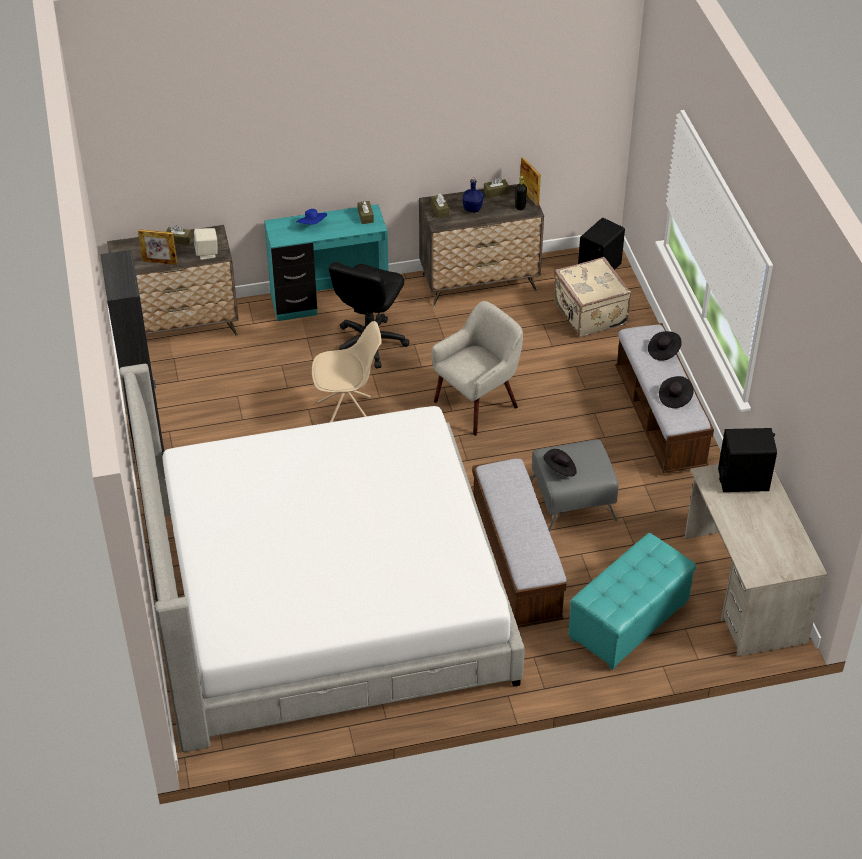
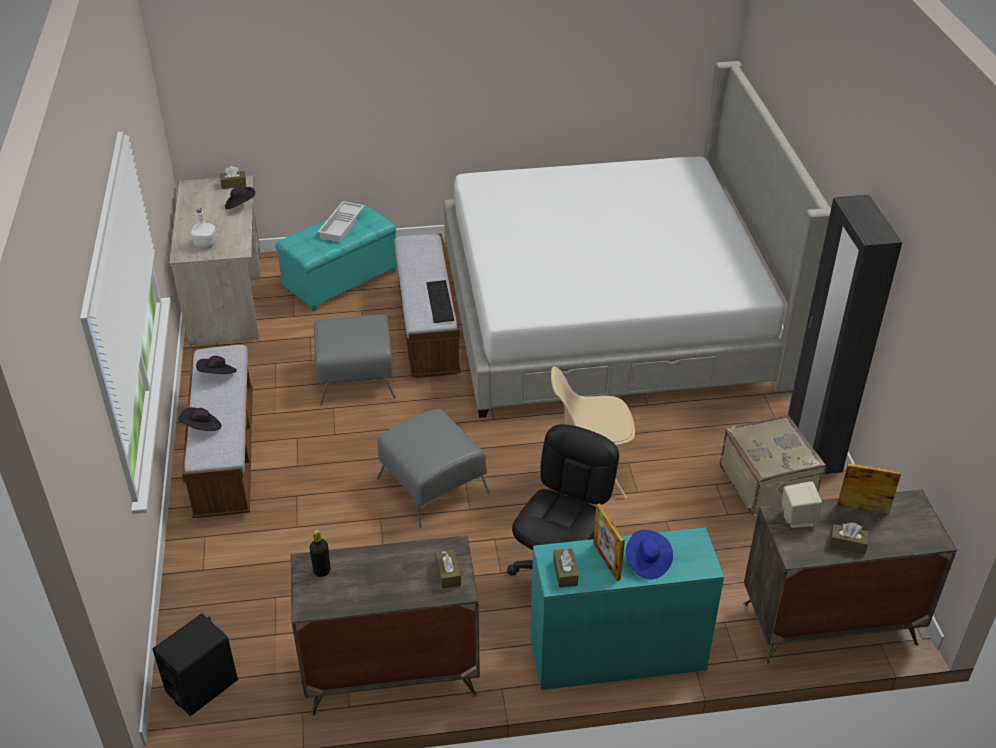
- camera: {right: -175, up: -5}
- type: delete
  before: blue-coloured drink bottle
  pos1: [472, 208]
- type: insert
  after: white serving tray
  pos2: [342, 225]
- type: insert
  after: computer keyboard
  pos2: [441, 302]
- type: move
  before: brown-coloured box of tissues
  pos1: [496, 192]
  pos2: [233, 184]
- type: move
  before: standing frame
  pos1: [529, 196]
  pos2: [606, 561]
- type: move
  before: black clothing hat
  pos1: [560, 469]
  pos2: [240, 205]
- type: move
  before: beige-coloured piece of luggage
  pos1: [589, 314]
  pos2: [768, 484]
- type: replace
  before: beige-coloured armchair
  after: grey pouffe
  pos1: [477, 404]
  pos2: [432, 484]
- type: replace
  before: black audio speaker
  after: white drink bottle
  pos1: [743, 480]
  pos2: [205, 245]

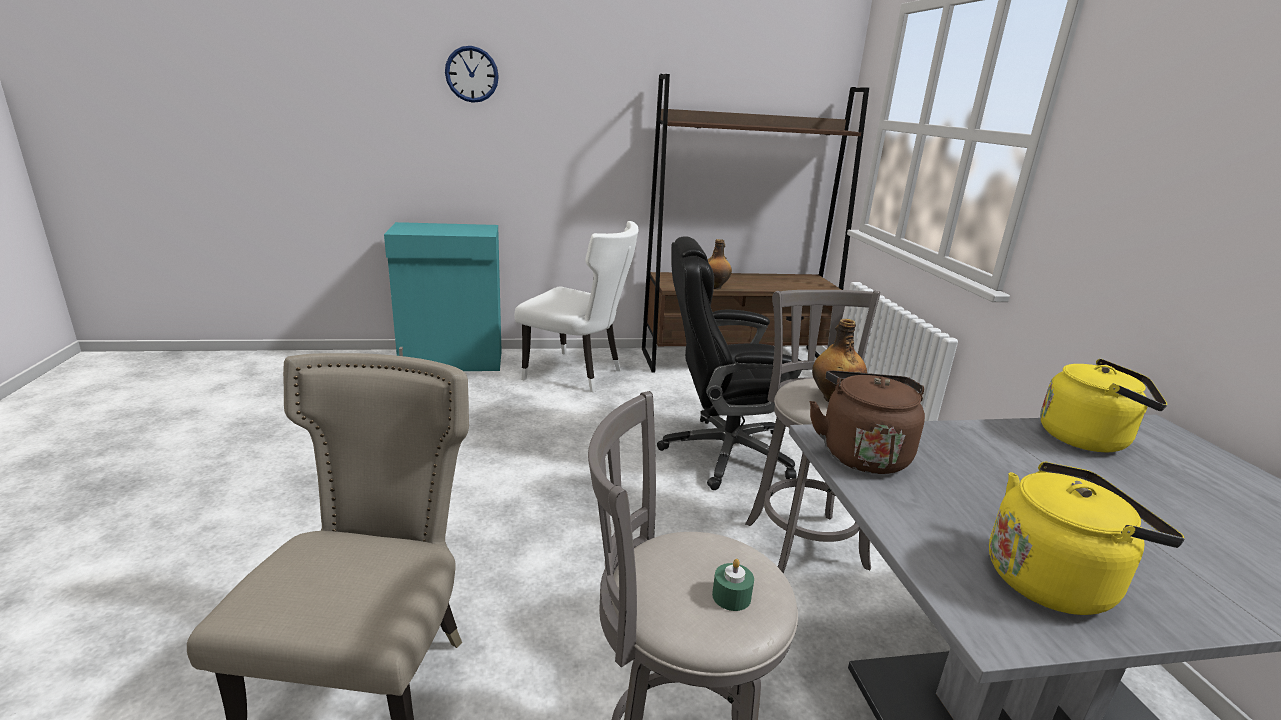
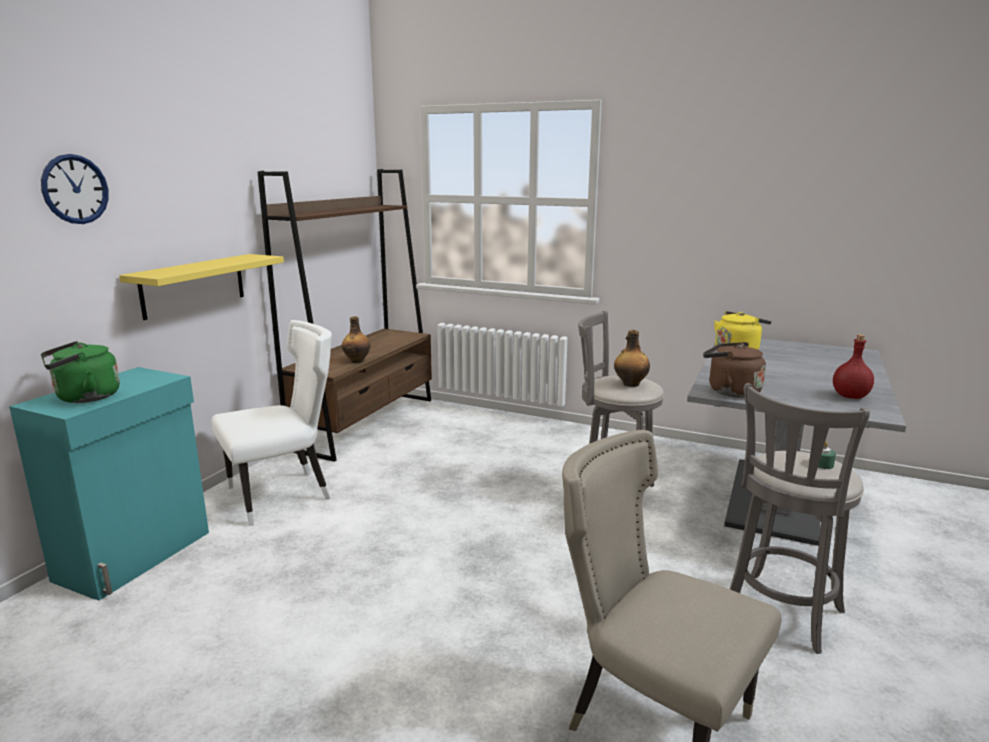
- camera: {right: -55, up: -5}
- type: delete
  before: black desk chair
  pos1: [724, 453]
- type: insert
  after: greenish kettle
  pos2: [84, 398]
- type: insert
  after: yellowish wall shelf
  pos2: [193, 285]
- type: replace
  before: yellowish kettle
  after: reddish drink bottle
  pos1: [1054, 580]
  pos2: [850, 396]

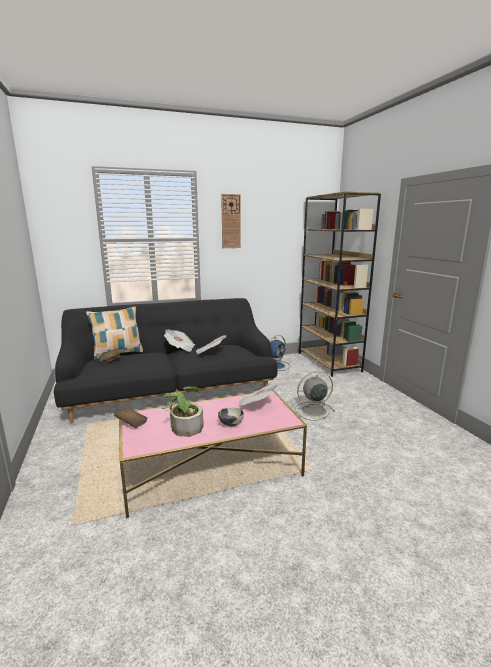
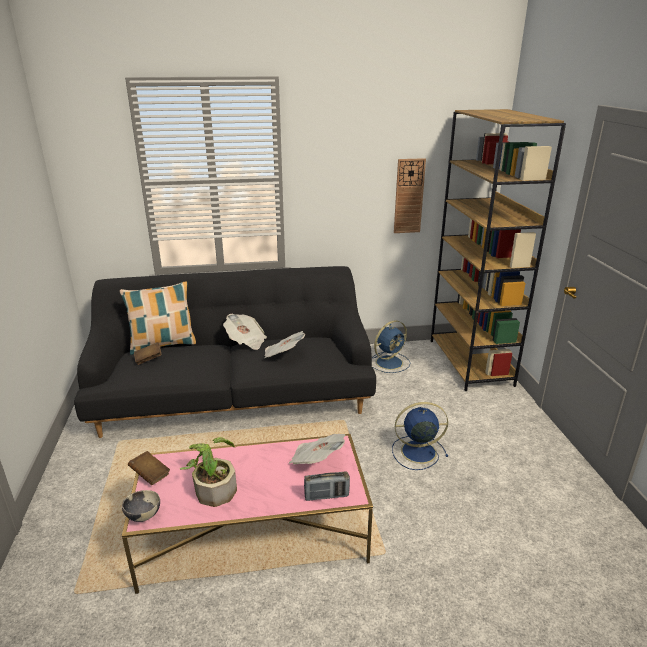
- camera: {right: 10, up: 10}
- type: insert
  after: radio
  pos2: [326, 496]
- type: move
  before: bowl
  pos1: [231, 424]
  pos2: [143, 515]
- type: move
  before: hanging clock
  pos1: [231, 221]
  pos2: [409, 196]
- type: recolor
  before: grey cooling fan
  after: blue-coloured cooling fan
  pos1: [312, 410]
  pos2: [417, 452]

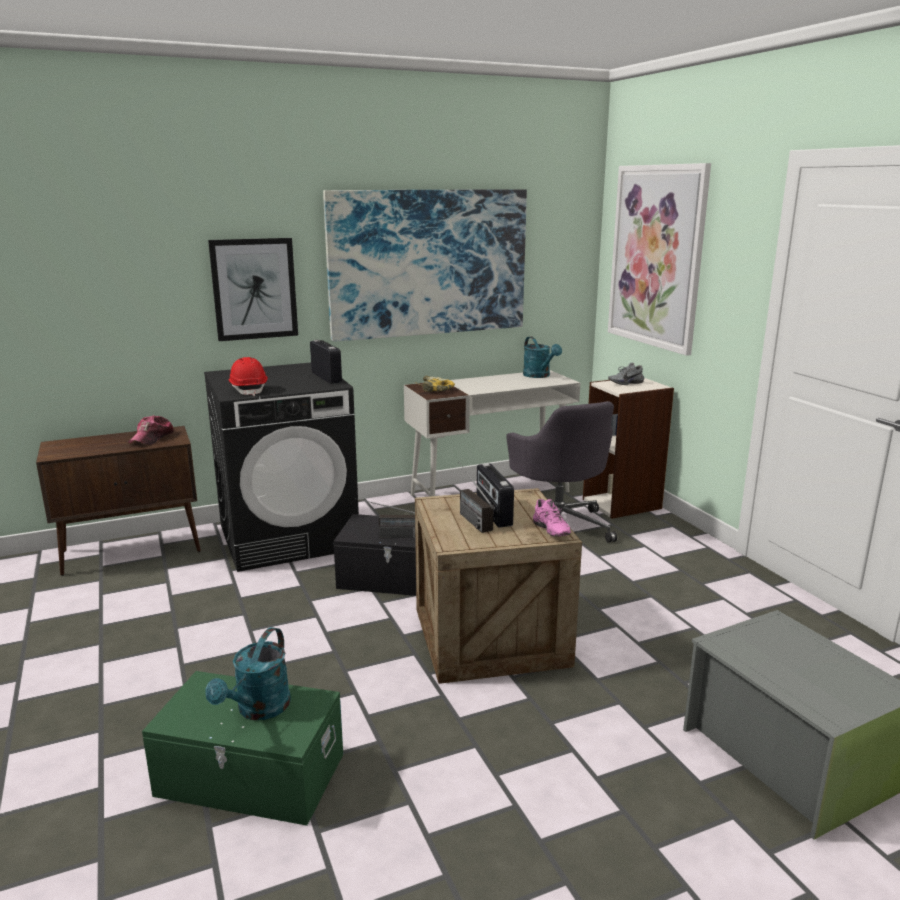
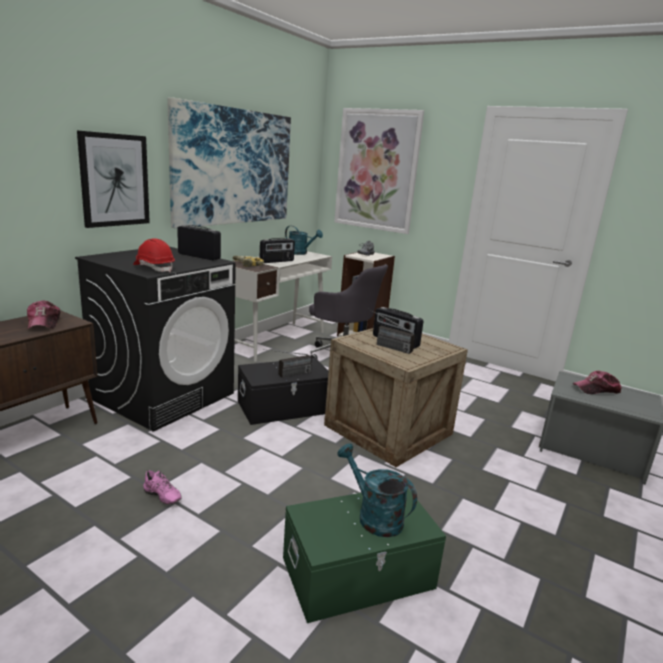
- camera: {right: -35, up: 0}
- type: insert
  after: radio
  pos2: [277, 261]
- type: insert
  after: cap
  pos2: [596, 389]
- type: move
  before: pink low shoe
  pos1: [549, 531]
  pos2: [161, 497]
- type: rotate
  before: turquoise-coloured sprinkling can
  pos1: [258, 710]
  pos2: [373, 516]
  turn: 150

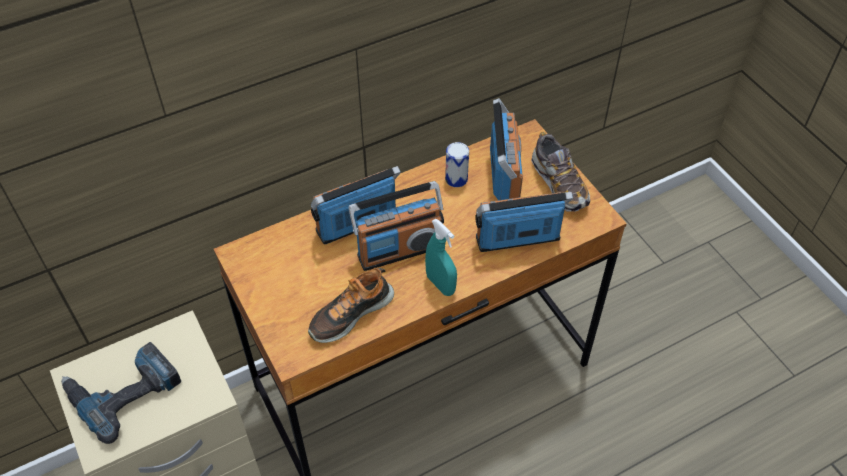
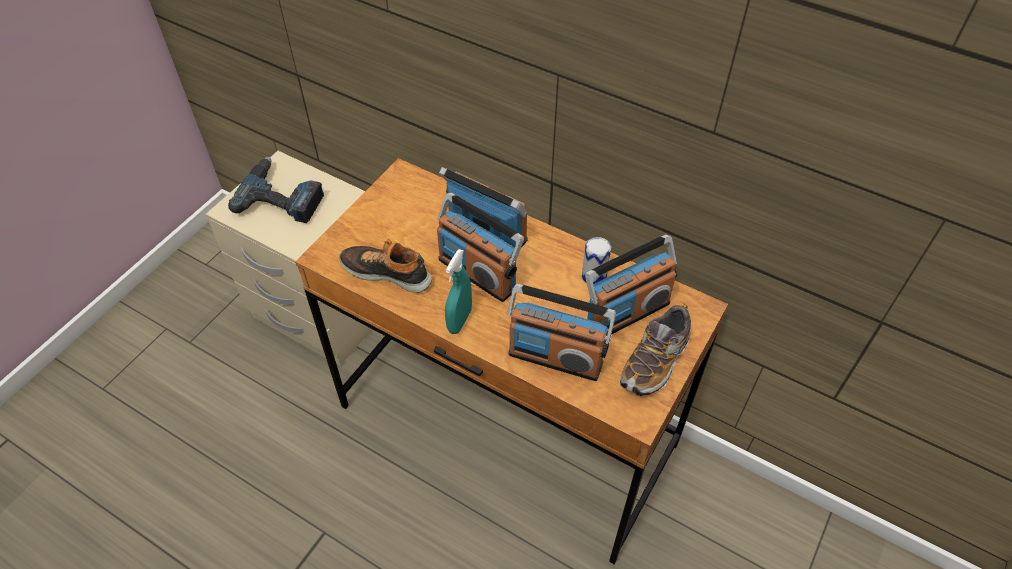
- camera: {right: 60, up: 0}
- type: rotate
  before: radio
  pos1: [518, 239]
  pos2: [556, 357]
  turn: 150

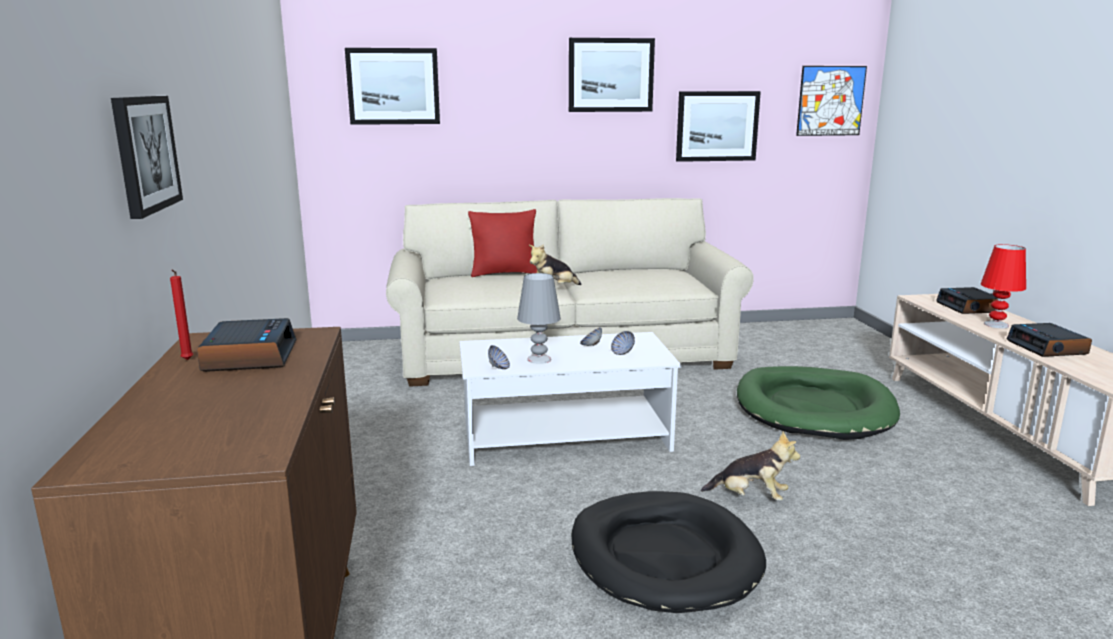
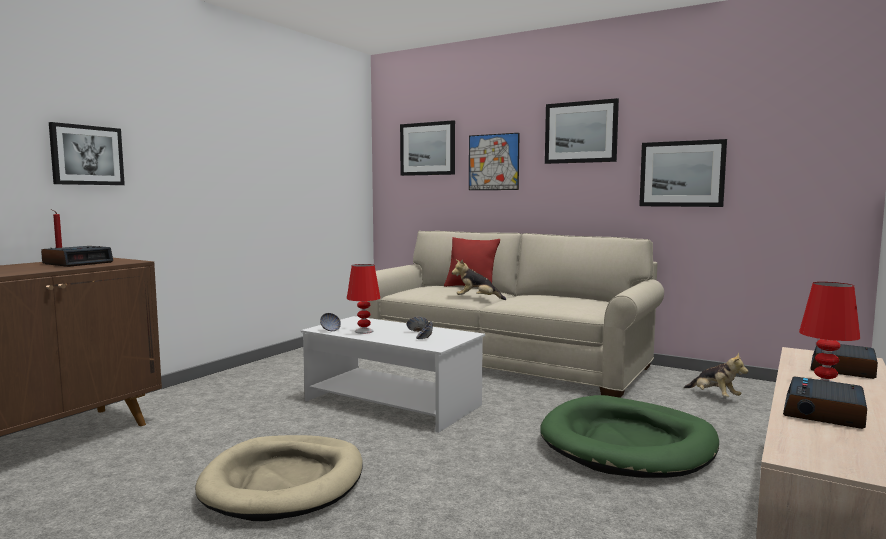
- camera: {right: 40, up: -10}
- type: move
  before: soft toy
  pos1: [750, 497]
  pos2: [714, 396]
- type: move
  before: wall picture
  pos1: [830, 101]
  pos2: [493, 162]
- type: recolor
  before: grey table lamp
  after: reddish table lamp
  pos1: [538, 359]
  pos2: [363, 331]
- type: recolor
  before: black dog bed
  after: beige-coloured dog bed
  pos1: [664, 556]
  pos2: [284, 482]

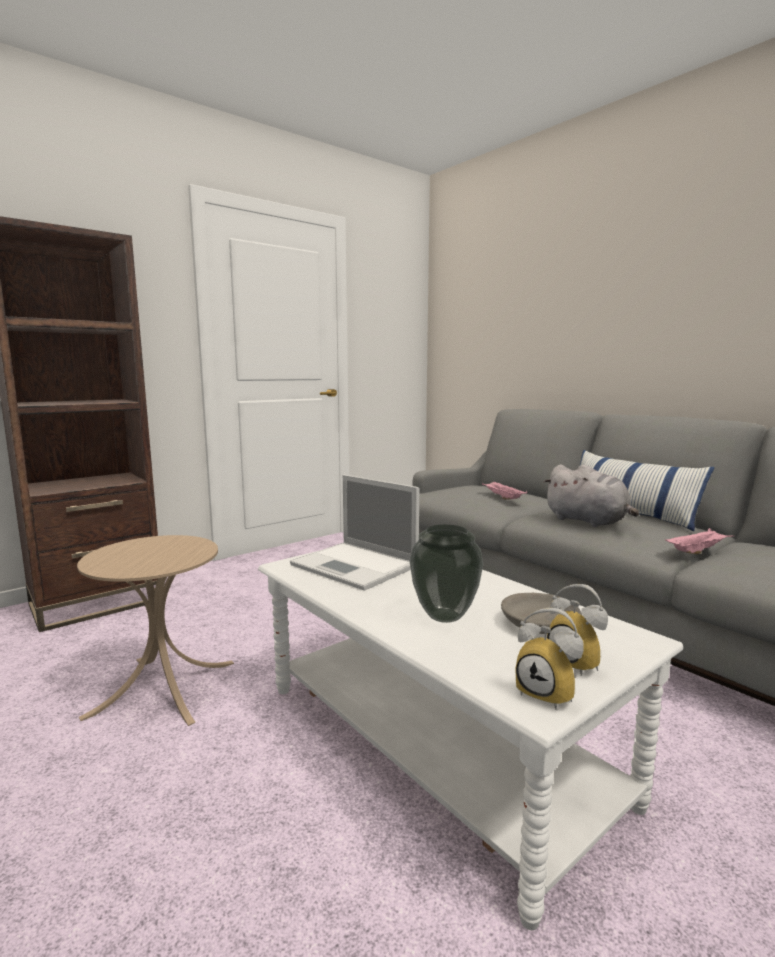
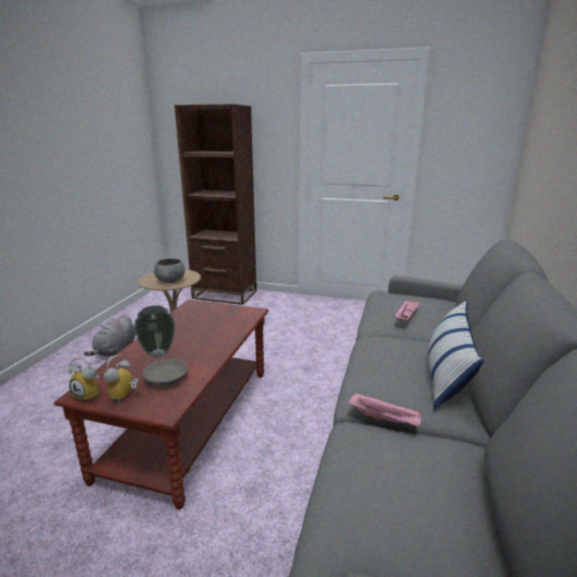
- camera: {right: 55, up: 10}
- type: delete
  before: notebook computer
  pos1: [356, 566]
- type: insert
  after: grey bowl
  pos2: [170, 281]
- type: move
  before: grey soft toy
  pos1: [588, 521]
  pos2: [116, 351]
- type: recolor
  before: white lounge table
  after: brown-coloured lounge table
  pos1: [433, 742]
  pos2: [190, 420]
- type: rotate
  before: alarm clock
  pos1: [549, 694]
  pos2: [90, 394]
  turn: -75

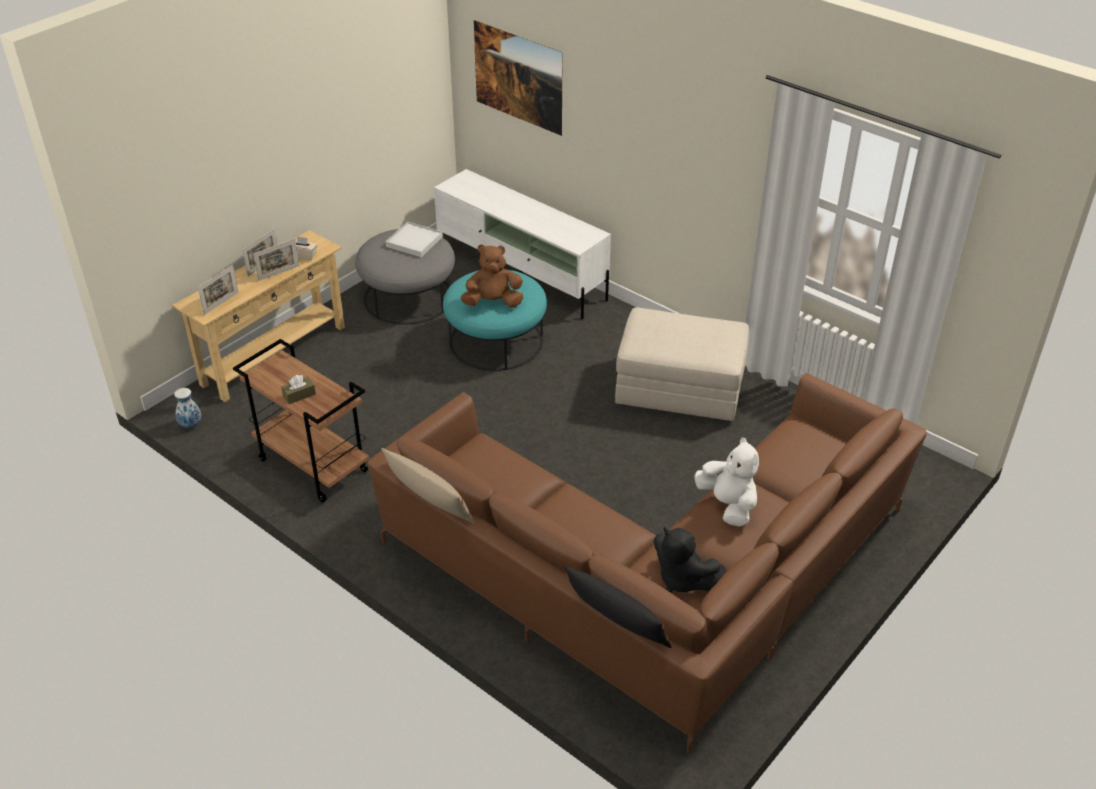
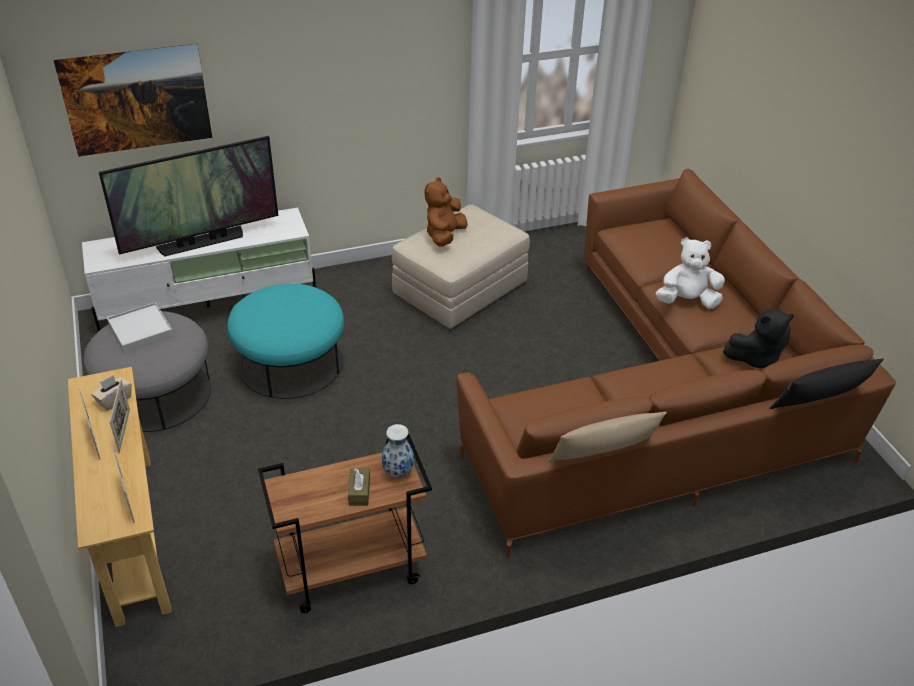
- camera: {right: -60, up: 0}
- type: insert
  after: TV
  pos2: [201, 242]
- type: move
  before: decorative vase
  pos1: [190, 425]
  pos2: [398, 472]
- type: move
  before: brown-coloured soft toy
  pos1: [493, 302]
  pos2: [444, 236]

